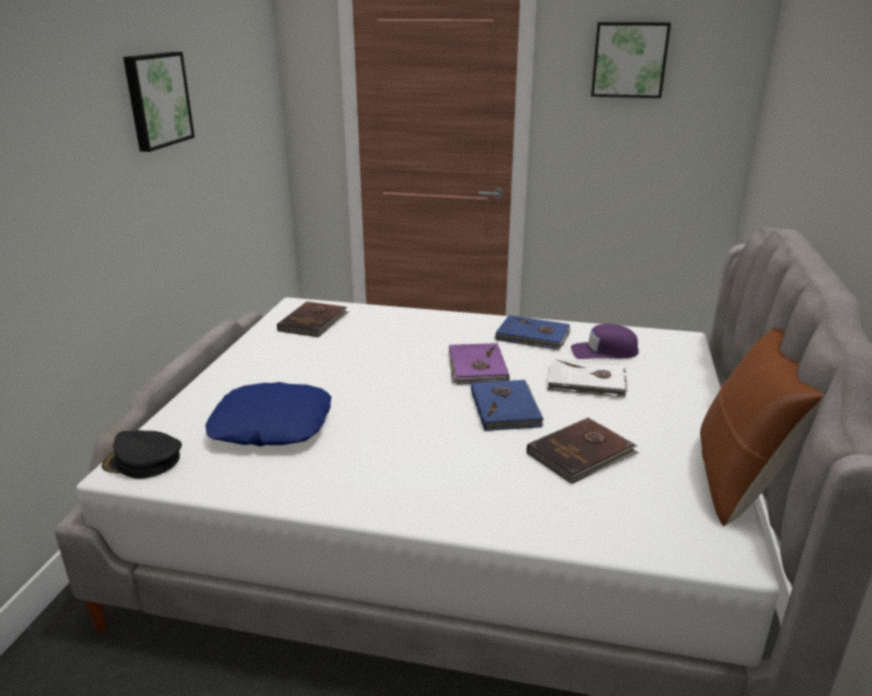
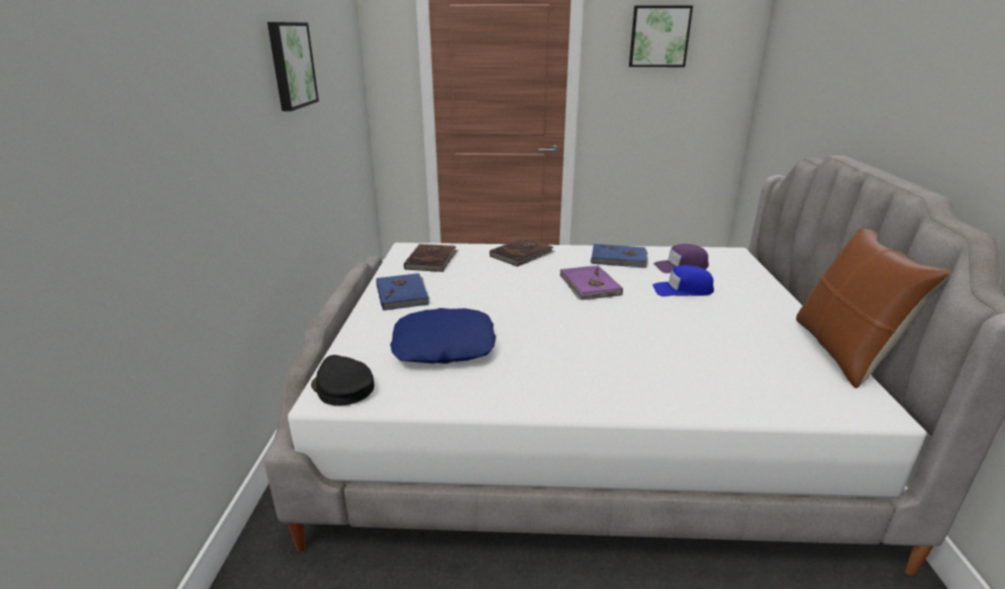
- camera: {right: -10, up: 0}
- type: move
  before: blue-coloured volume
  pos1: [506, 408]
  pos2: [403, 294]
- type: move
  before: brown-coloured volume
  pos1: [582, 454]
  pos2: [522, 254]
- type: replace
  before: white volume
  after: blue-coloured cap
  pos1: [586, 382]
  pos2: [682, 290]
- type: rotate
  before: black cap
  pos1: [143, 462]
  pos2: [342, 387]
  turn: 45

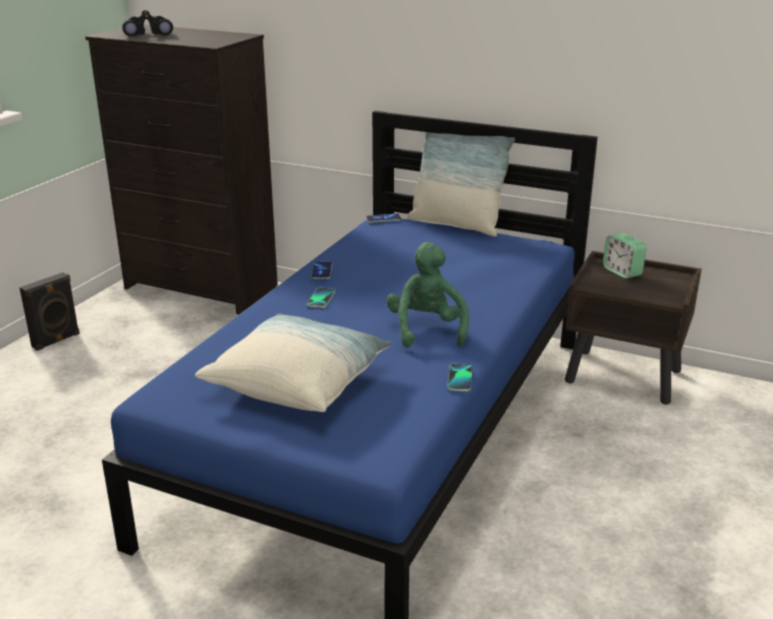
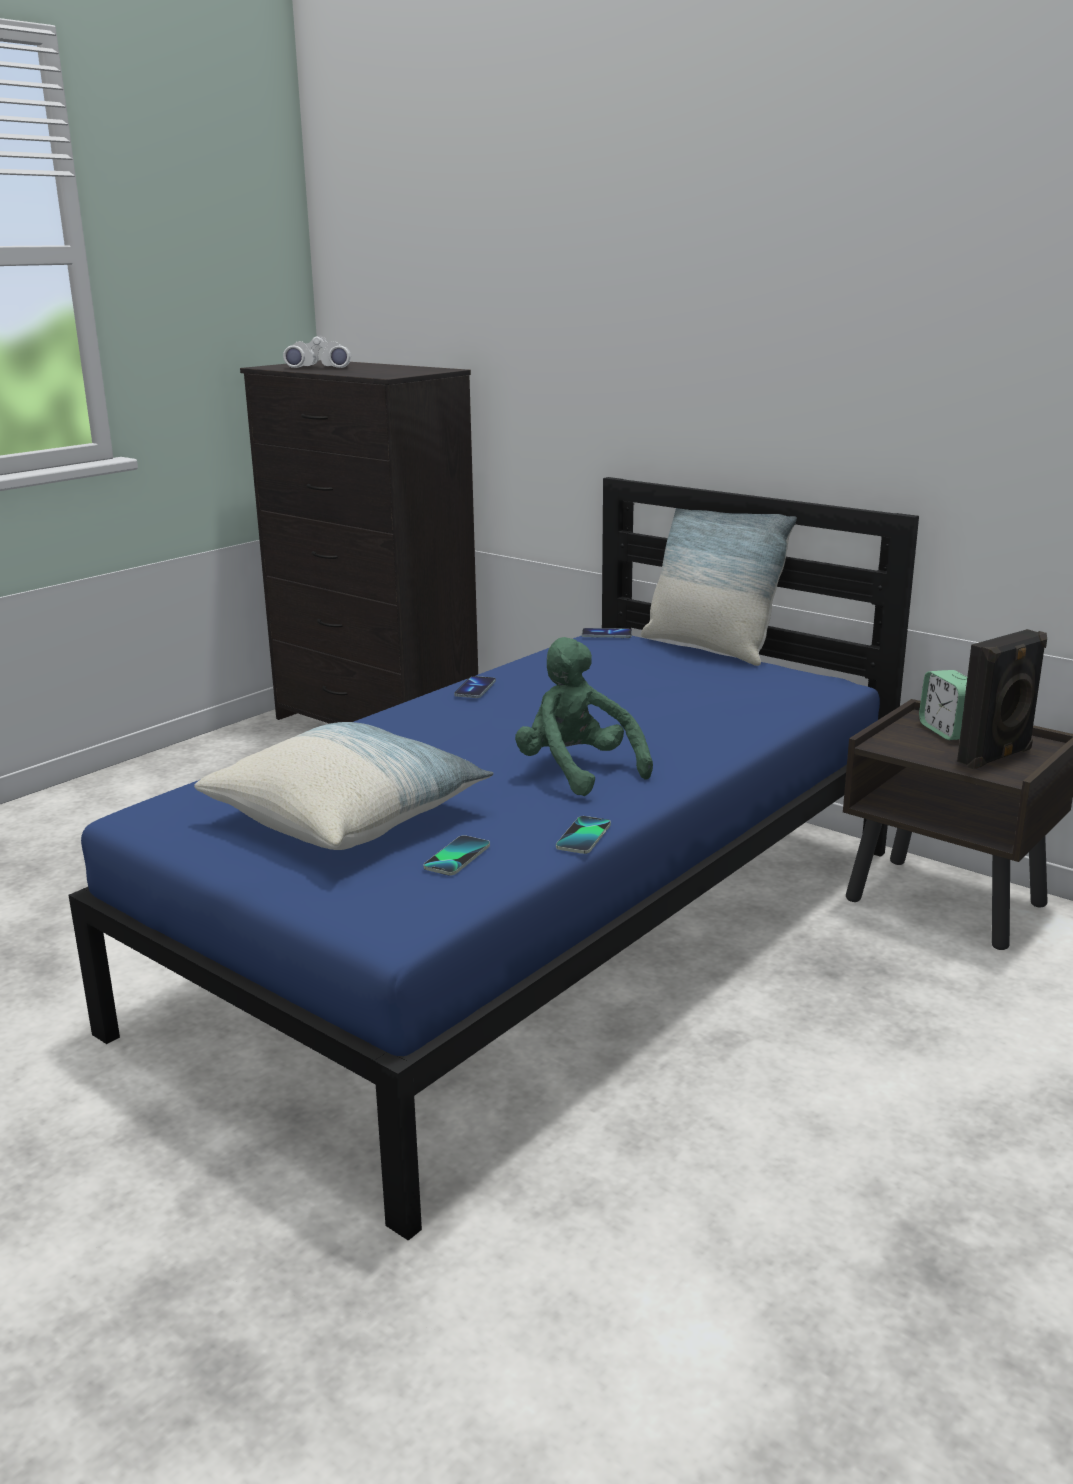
- camera: {right: 15, up: -5}
- type: move
  before: black audio speaker
  pos1: [56, 341]
  pos2: [996, 757]
- type: move
  before: telephone
  pos1: [321, 298]
  pos2: [457, 857]
- type: recolor
  before: black field glasses
  after: white field glasses
  pos1: [148, 34]
  pos2: [320, 367]
- type: rotate
  before: greenish soft toy
  pos1: [426, 329]
  pos2: [577, 771]
  turn: -45

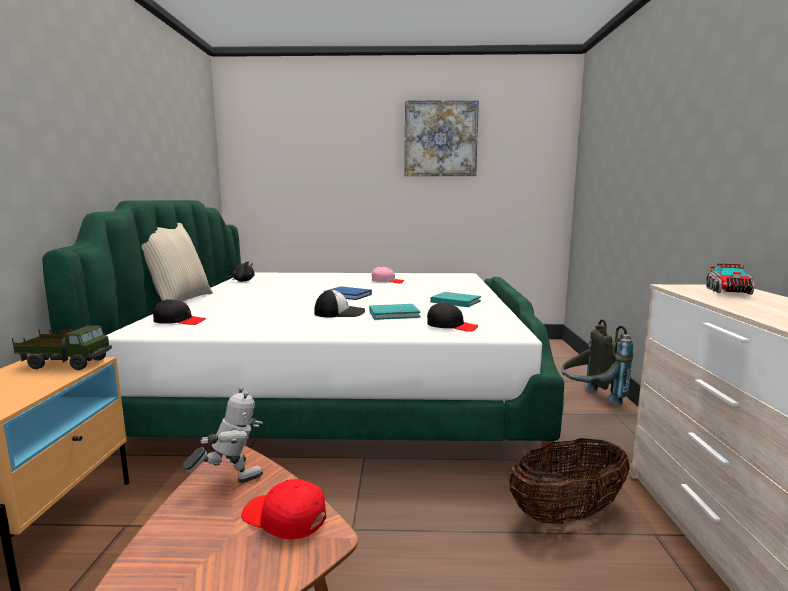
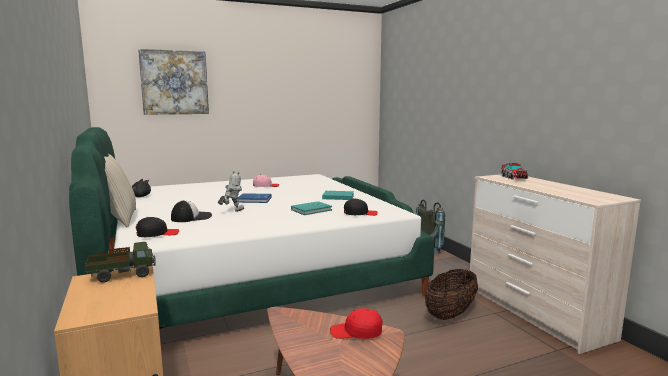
- camera: {right: -25, up: 0}
- type: move
  before: robot figure
  pos1: [230, 481]
  pos2: [232, 211]
- type: move
  before: cap
  pos1: [340, 313]
  pos2: [191, 217]
- type: move
  before: wall picture
  pos1: [440, 139]
  pos2: [174, 82]

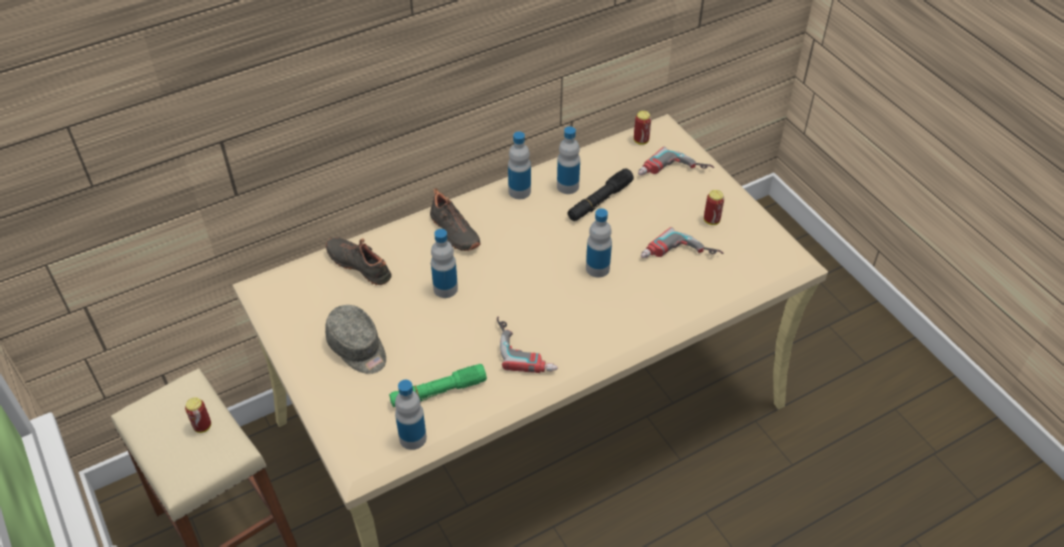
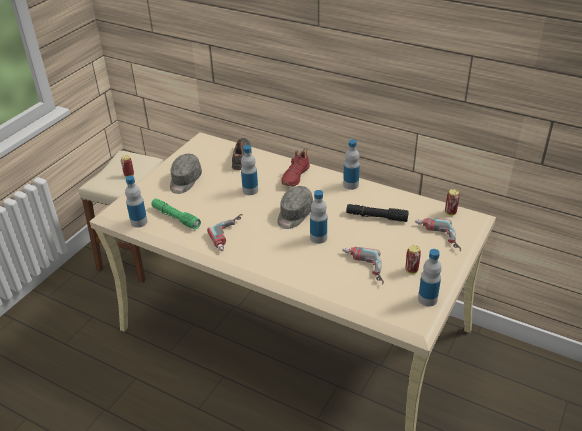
- camera: {right: 60, up: -10}
- type: insert
  after: grey cap
  pos2: [294, 215]
- type: move
  before: drink bottle
  pos1: [568, 186]
  pos2: [427, 299]
- type: recolor
  before: black low shoe
  after: reddish low shoe
  pos1: [453, 232]
  pos2: [294, 176]

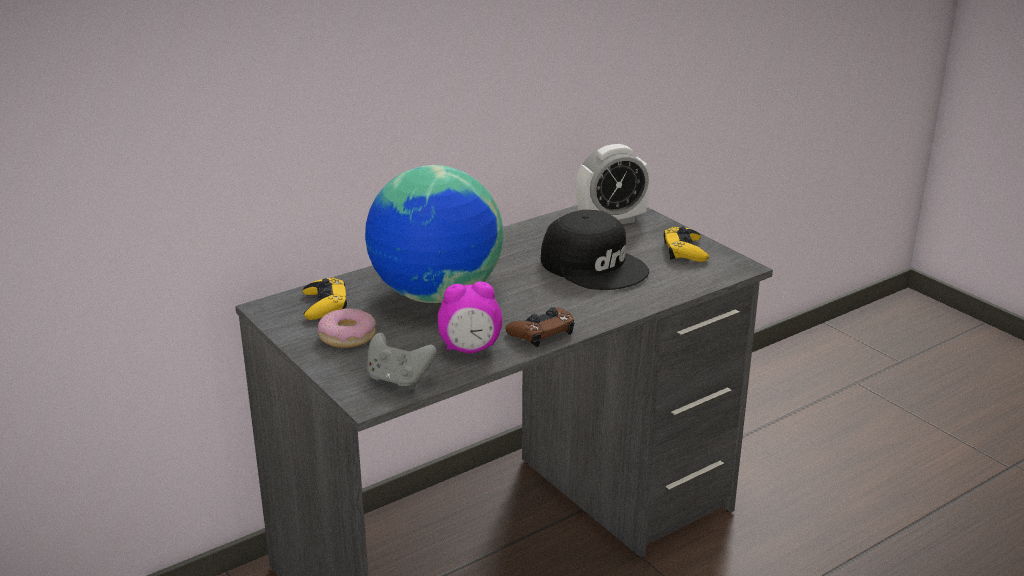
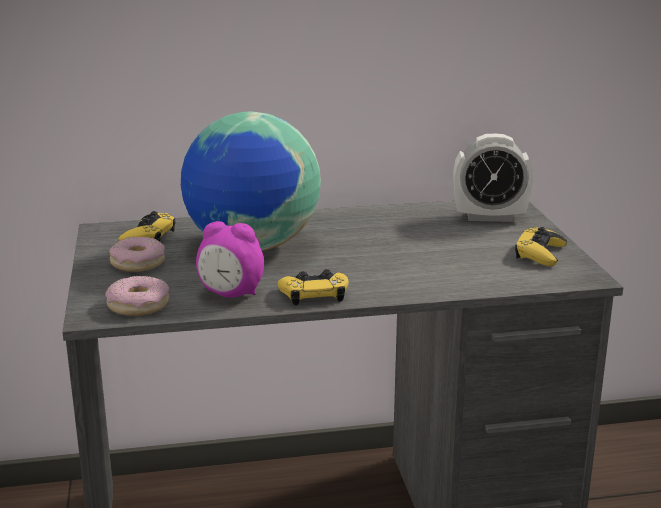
- camera: {right: 25, up: -5}
- type: delete
  before: black cap
  pos1: [594, 265]
- type: replace
  before: grey gamepad
  after: donut
  pos1: [398, 380]
  pos2: [138, 305]
- type: recolor
  before: brown-coloured gamepad
  after: yellowish gamepad
  pos1: [541, 332]
  pos2: [314, 294]

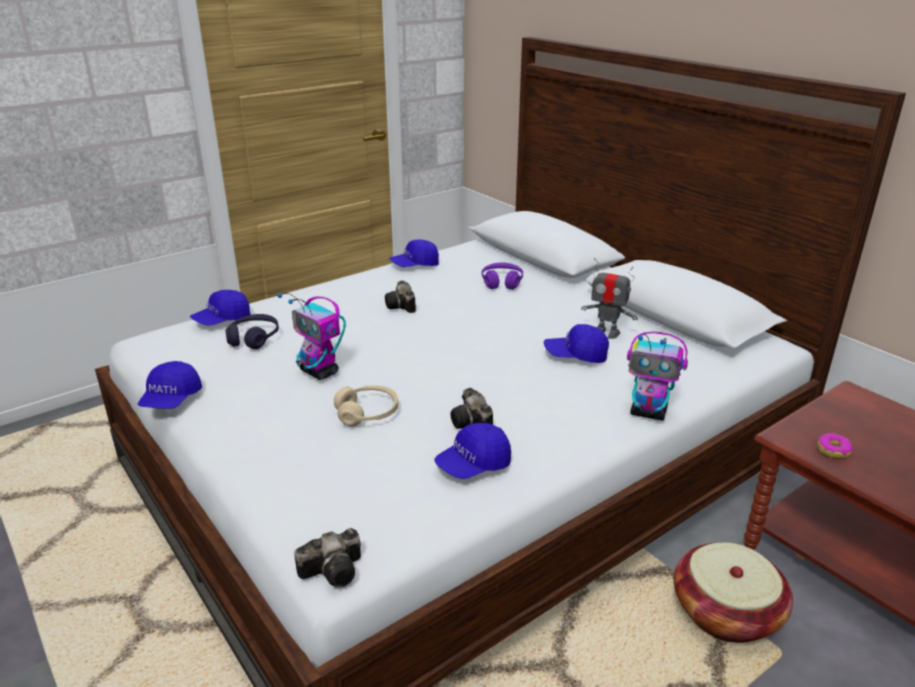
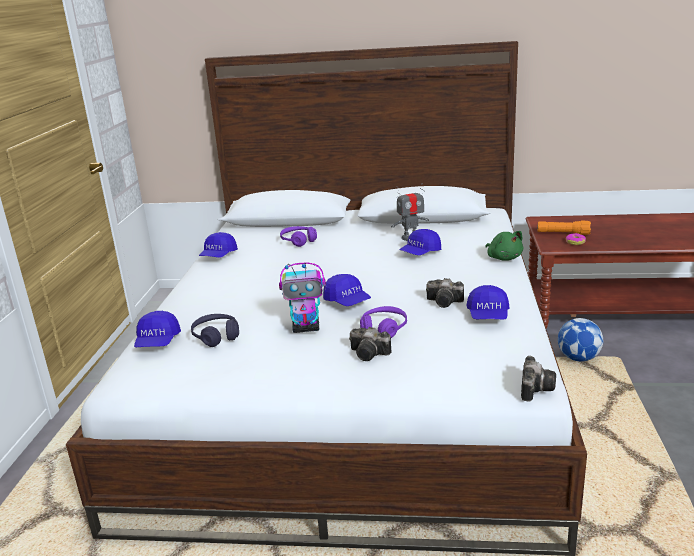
- camera: {right: -45, up: -5}
- type: insert
  after: orange-coloured flashlight
  pos2: [563, 233]
- type: move
  before: blue-coloured cap
  pos1: [171, 400]
  pos2: [347, 302]
- type: move
  before: still camera
  pos1: [402, 306]
  pos2: [371, 354]
- type: replace
  before: robot figure
  after: greenish soft toy
  pos1: [649, 412]
  pos2: [503, 258]
- type: replace
  before: household basket
  after: football ball
  pos1: [726, 612]
  pos2: [578, 358]
- type: recolor
  before: beige-coloured headset
  after: purple headset
  pos1: [367, 413]
  pos2: [383, 329]

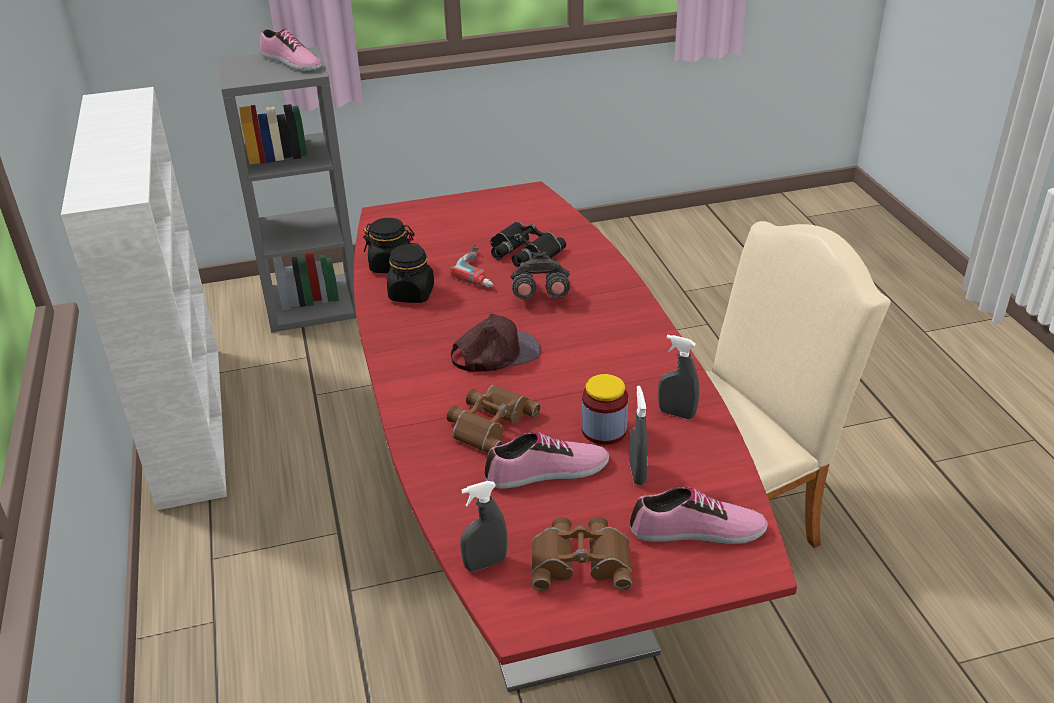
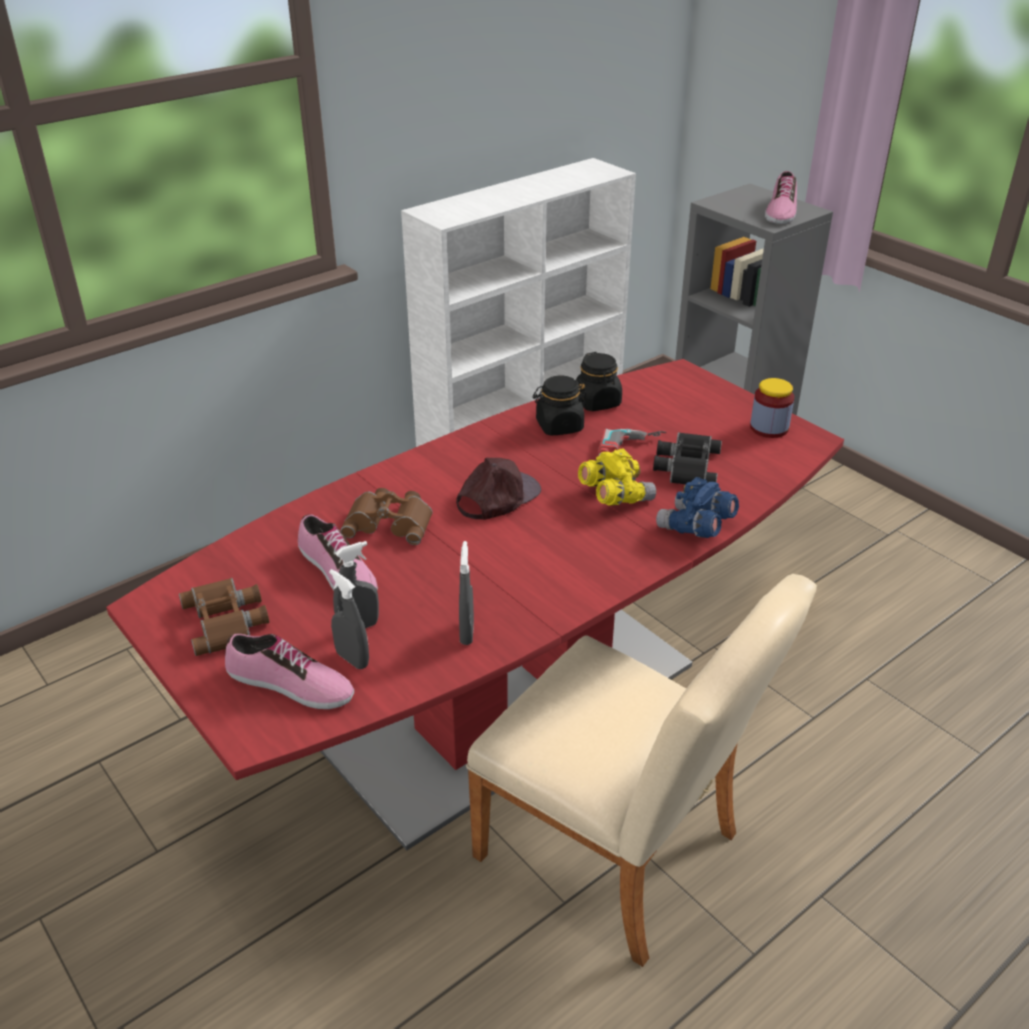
- camera: {right: 65, up: 0}
- type: insert
  after: blue-coloured field glasses
  pos2: [696, 527]
- type: move
  before: grey spray bottle
  pos1: [485, 563]
  pos2: [352, 659]
- type: move
  before: storage jar
  pos1: [604, 430]
  pos2: [769, 428]
- type: recolor
  before: grey field glasses
  after: yellowish field glasses
  pos1: [539, 295]
  pos2: [615, 496]
- type: rotate
  before: brown-coloured cap
  pos1: [495, 353]
  pos2: [497, 497]
  turn: -90
- type: rotate
  before: low shoe
  pos1: [697, 531]
  pos2: [289, 685]
  turn: -45

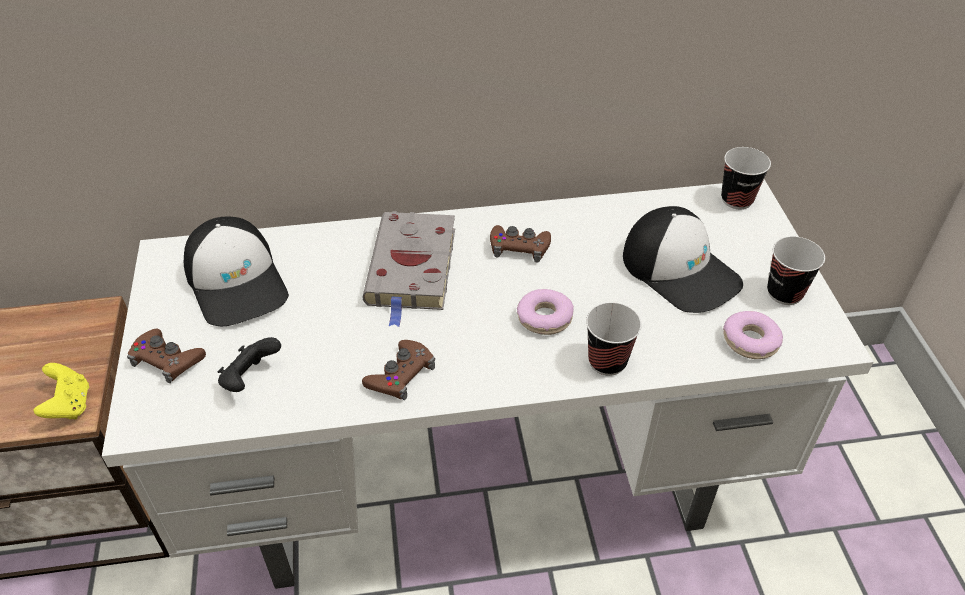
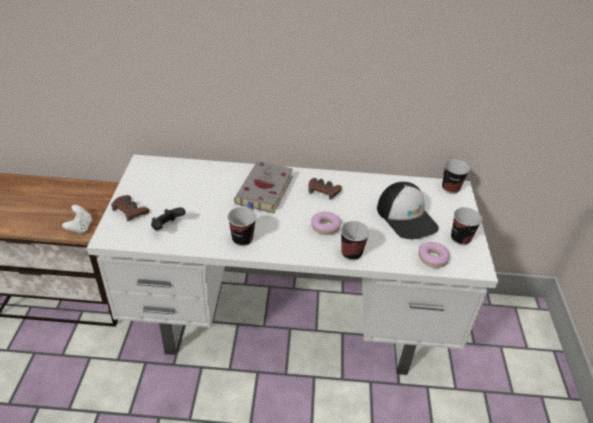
- camera: {right: 10, up: -5}
- type: delete
  before: cap
  pos1: [237, 282]
- type: replace
  before: brown-coloured gamepad
  after: small cup
  pos1: [401, 375]
  pos2: [242, 239]
- type: recolor
  before: yellowish gamepad
  after: white gamepad
  pos1: [69, 405]
  pos2: [80, 228]

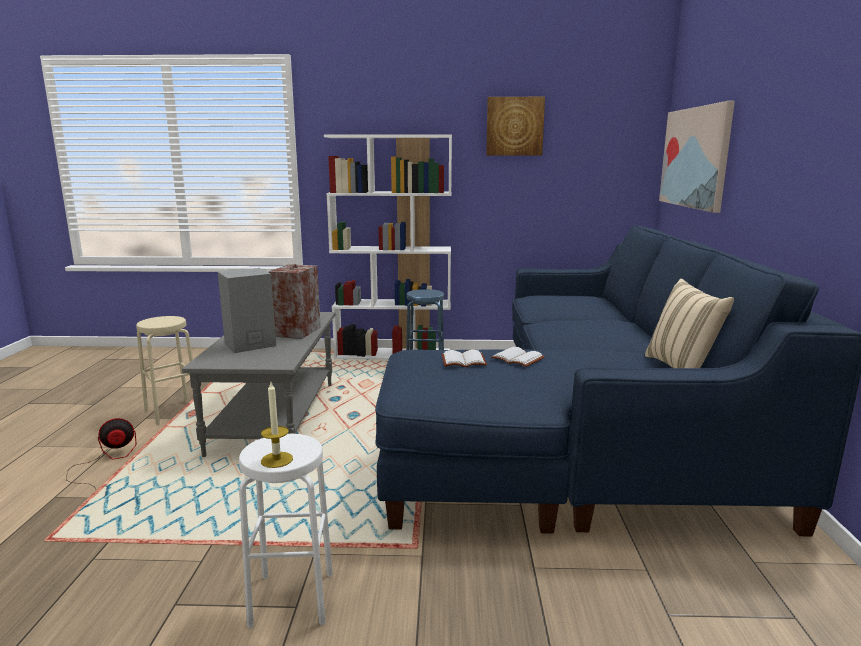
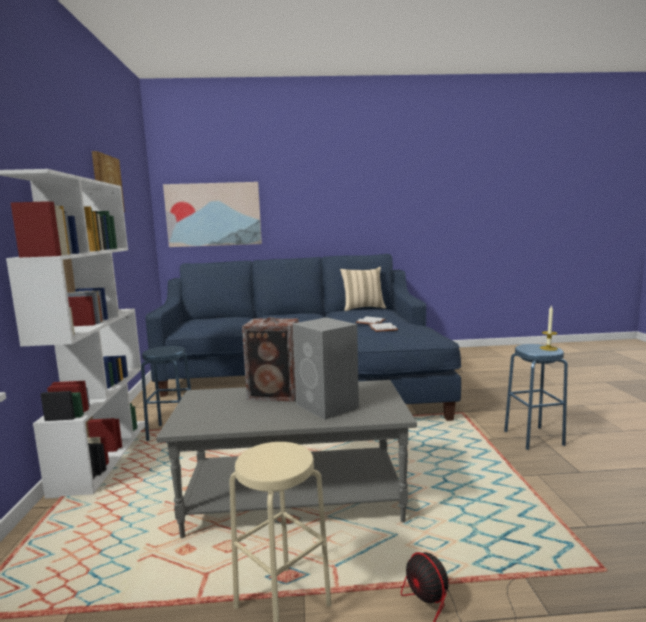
- camera: {right: -95, up: -5}
- type: recolor
  before: white stool
  after: blue-coloured stool
  pos1: [292, 599]
  pos2: [534, 438]

